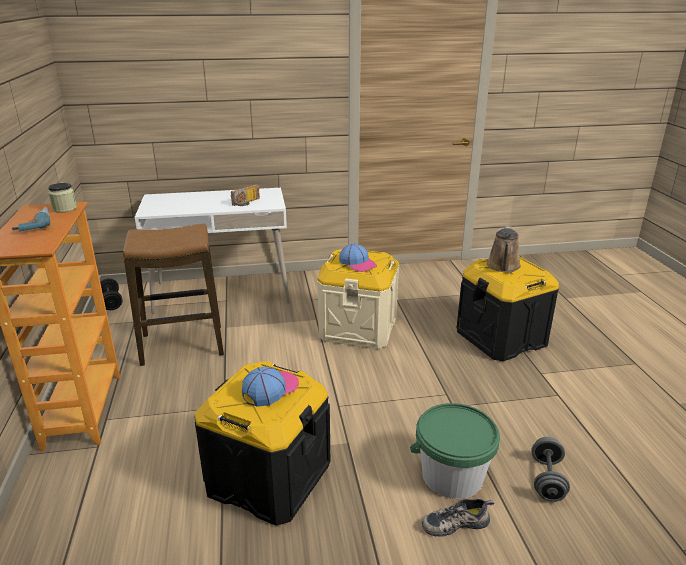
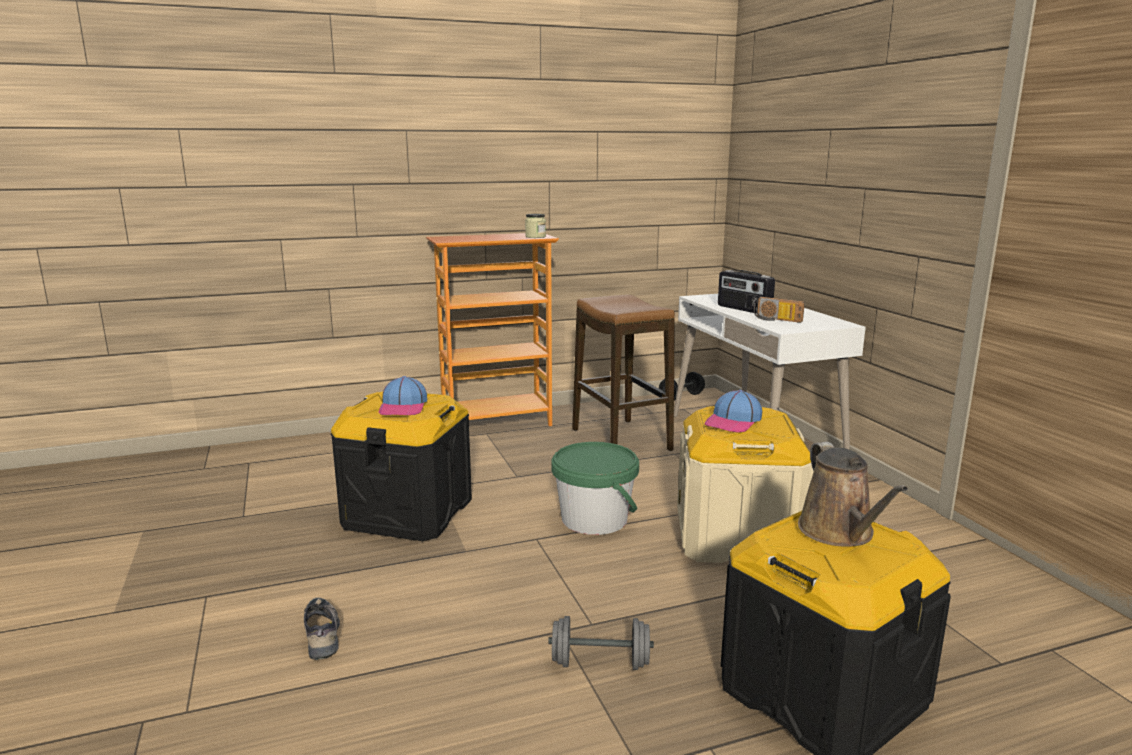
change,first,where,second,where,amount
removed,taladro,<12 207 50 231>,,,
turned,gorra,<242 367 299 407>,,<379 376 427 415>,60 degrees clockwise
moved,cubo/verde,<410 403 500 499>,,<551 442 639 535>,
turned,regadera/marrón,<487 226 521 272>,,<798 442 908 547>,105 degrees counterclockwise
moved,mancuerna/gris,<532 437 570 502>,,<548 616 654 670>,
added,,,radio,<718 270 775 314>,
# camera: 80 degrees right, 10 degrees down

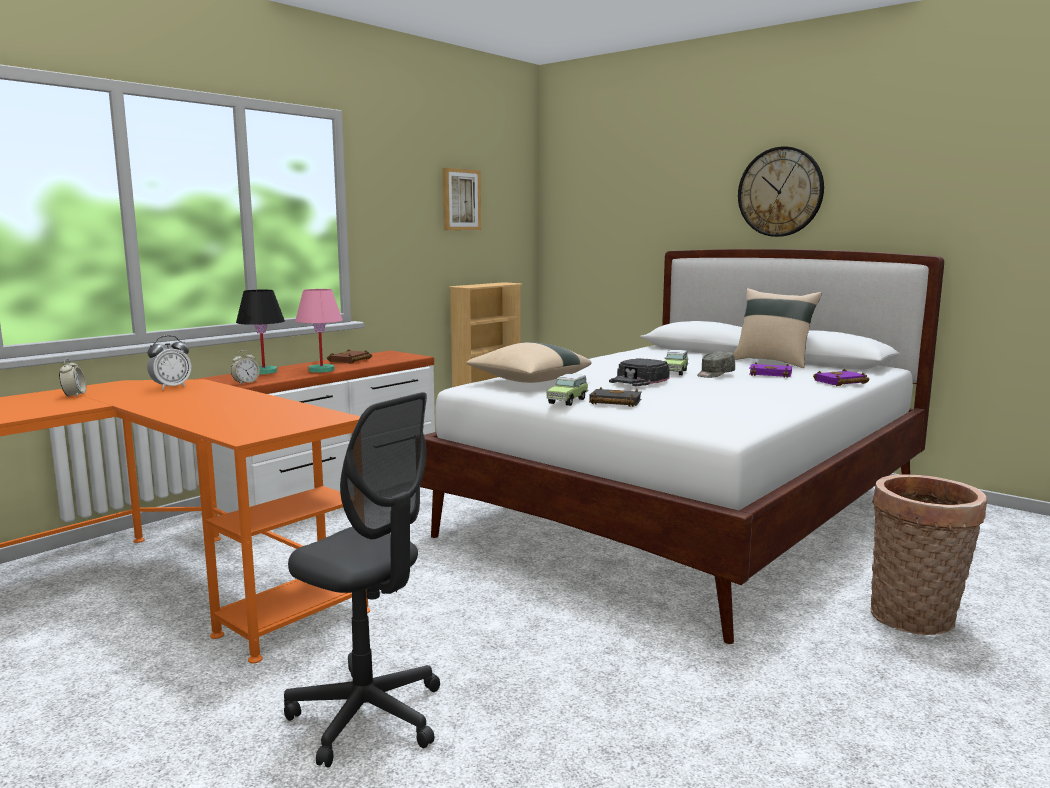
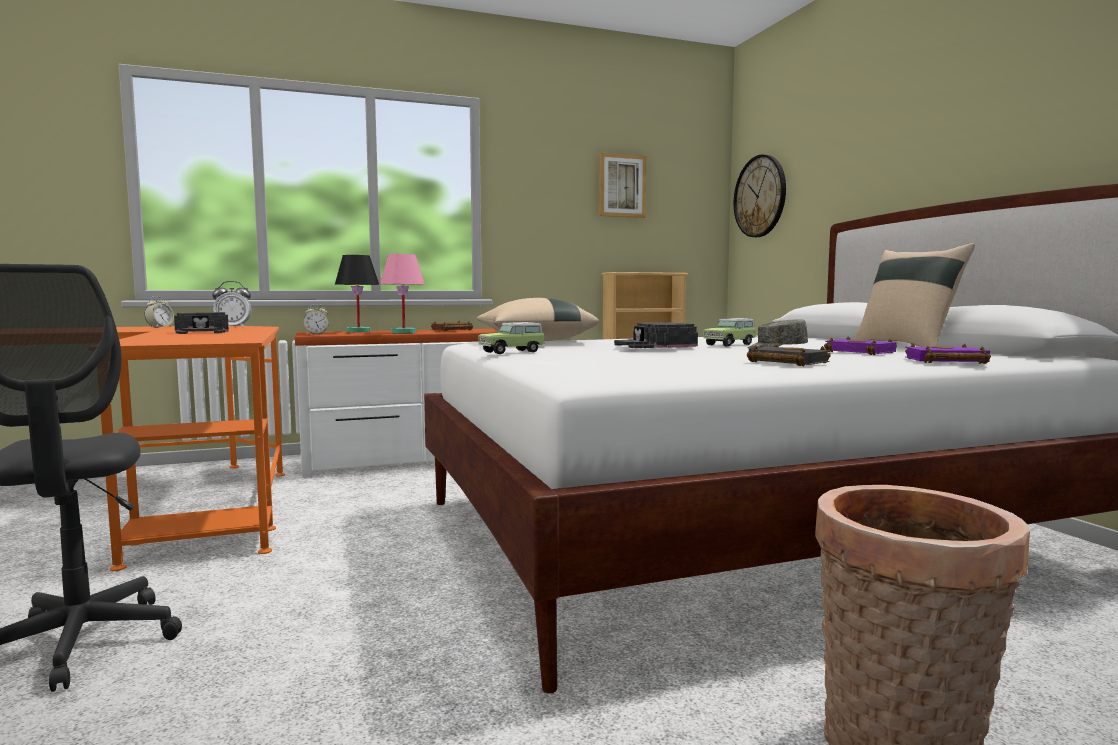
change,first,where,second,where,amount
moved,libro/negro,<589 387 642 407>,,<747 343 831 366>,
moved,reloj de pared,<738 146 824 237>,,<734 155 786 237>,
added,,,gorra/negro,<174 312 229 334>,
# camera: 30 degrees right, 5 degrees down

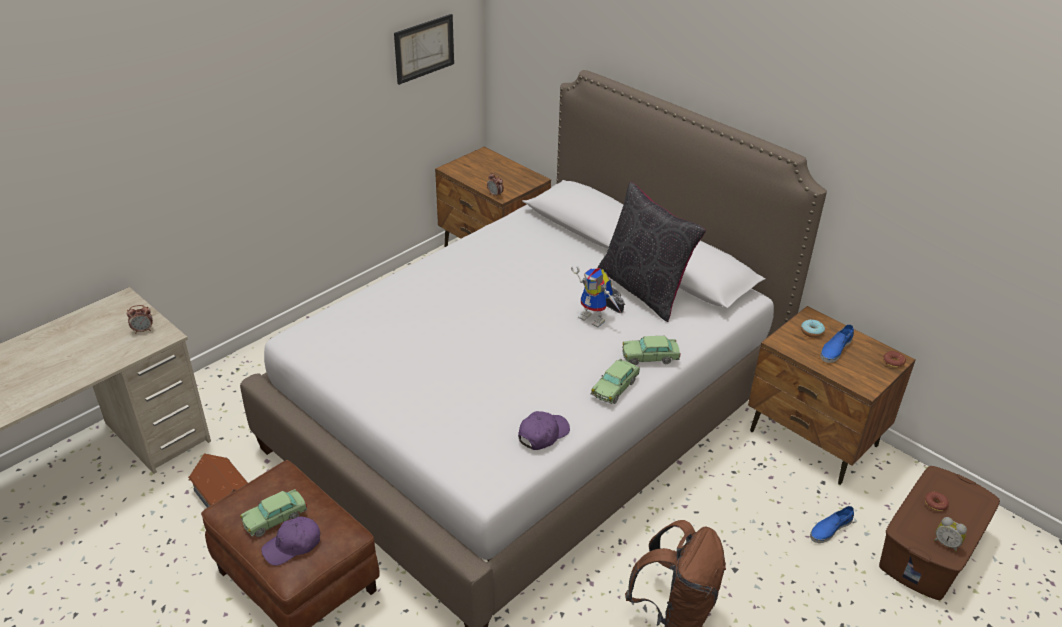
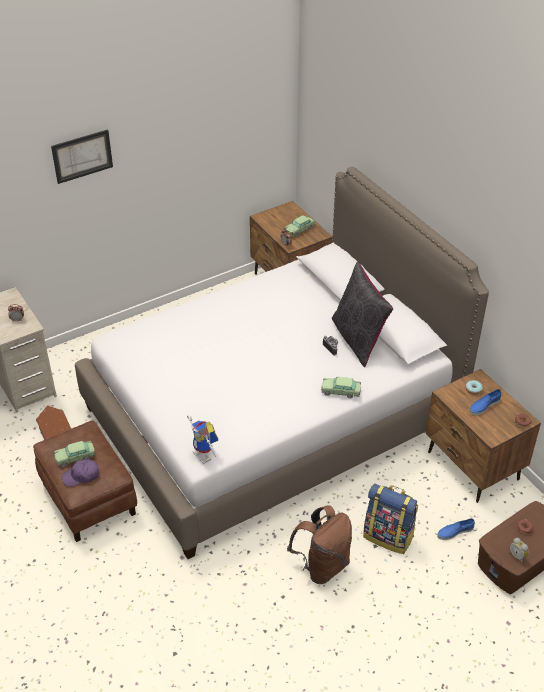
change,first,where,second,where,amount
moved,cuadro,<394 14 454 85>,,<51 129 113 184>,
removed,gorra/morado,<518 411 570 450>,,,
moved,robot de juguete,<571 266 621 327>,,<187 415 218 464>,
moved,coche de juguete,<591 359 640 404>,,<284 215 315 237>,
added,,,mochila,<363 484 418 554>,
# camera: 15 degrees right, 5 degrees up

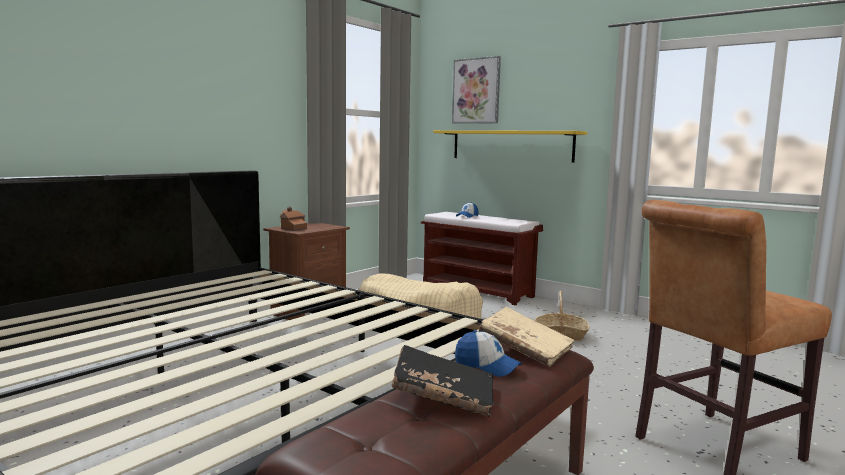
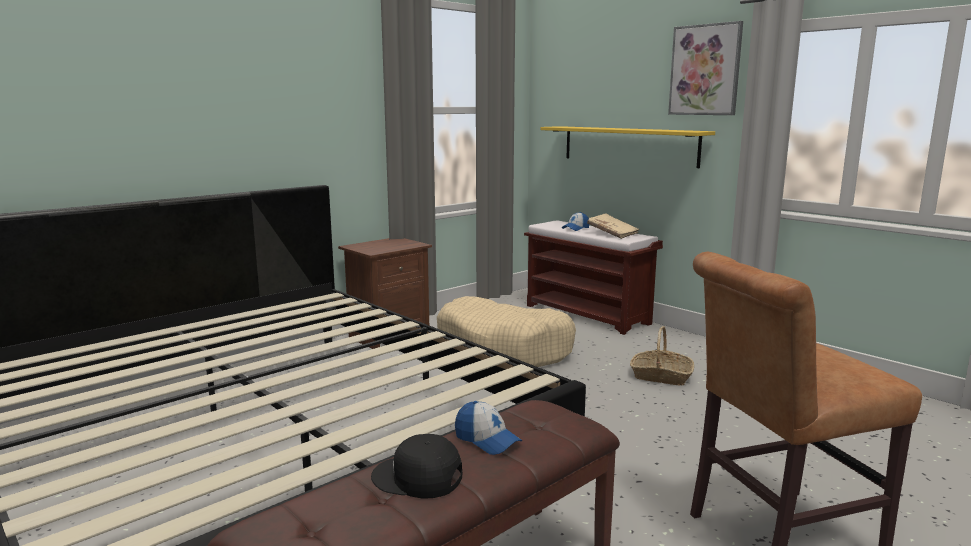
change,first,where,second,where,amount
removed,casita,<280 207 307 231>,,,
replaced,libro/negro,<392 345 494 417>,gorra/negro,<371 434 462 498>,
moved,cuadro,<452 56 501 124>,,<668 21 743 115>,
moved,libro/beis,<479 306 574 367>,,<587 213 639 239>,
# camera: 10 degrees right, 5 degrees up

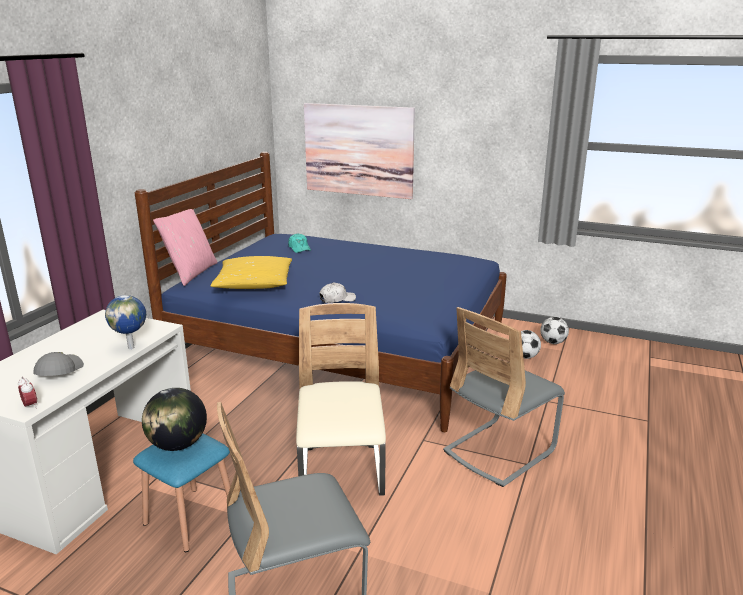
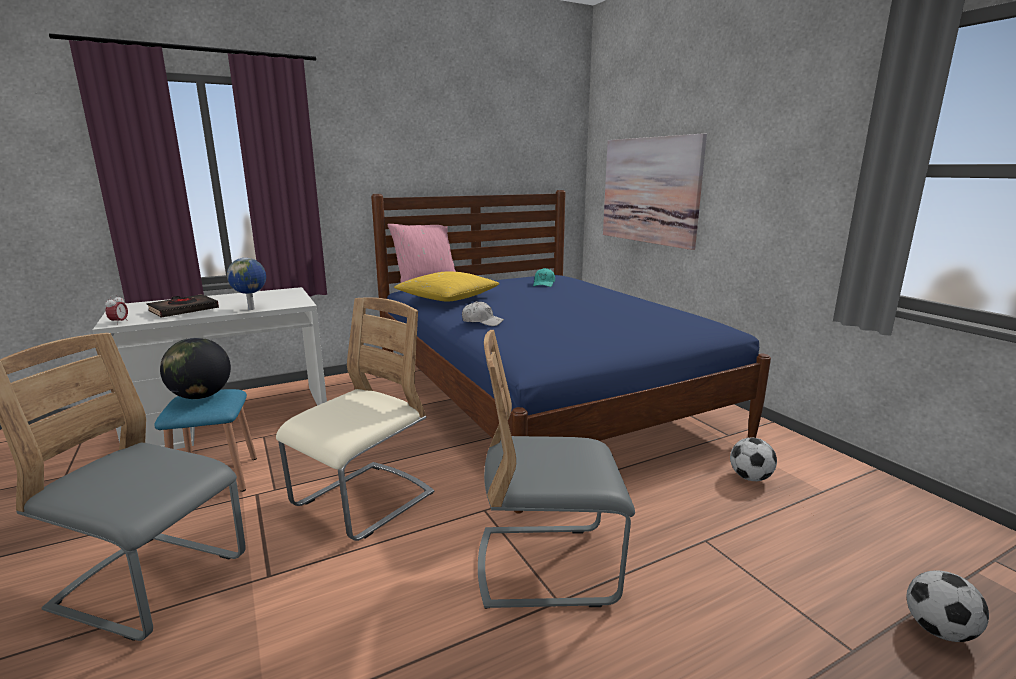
change,first,where,second,where,amount
replaced,gorra/gris,<33 352 84 376>,libro/negro,<147 294 219 318>,
moved,balón de fútbol,<540 317 569 344>,,<906 570 989 642>,
# camera: 40 degrees right, 5 degrees down

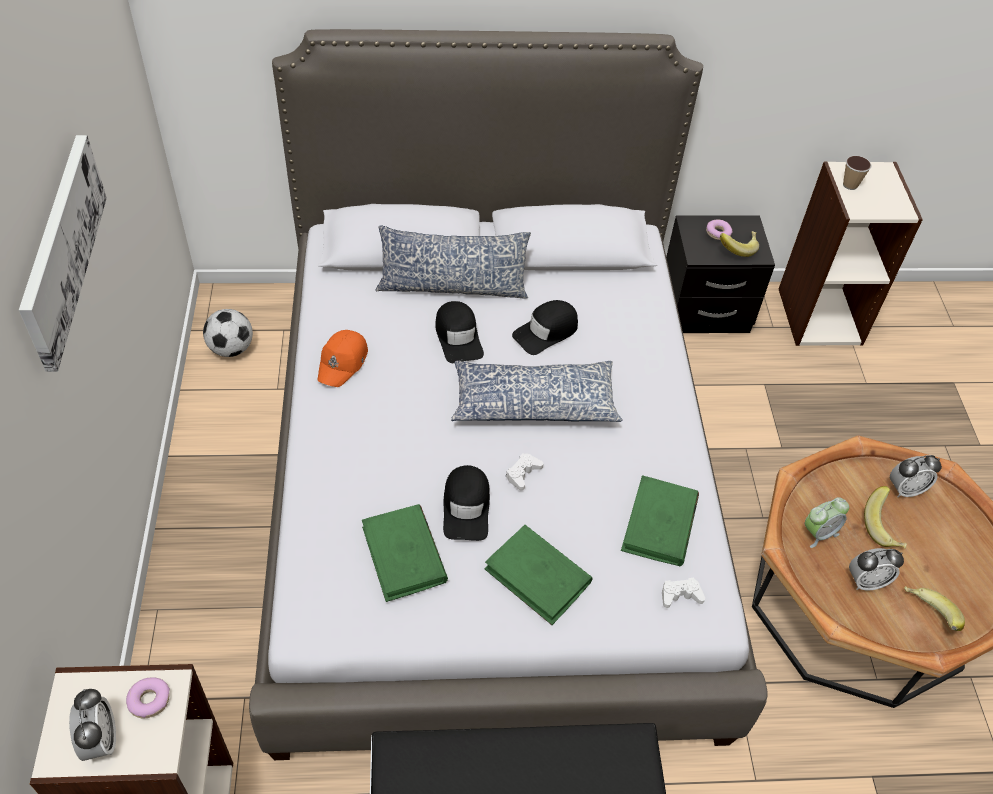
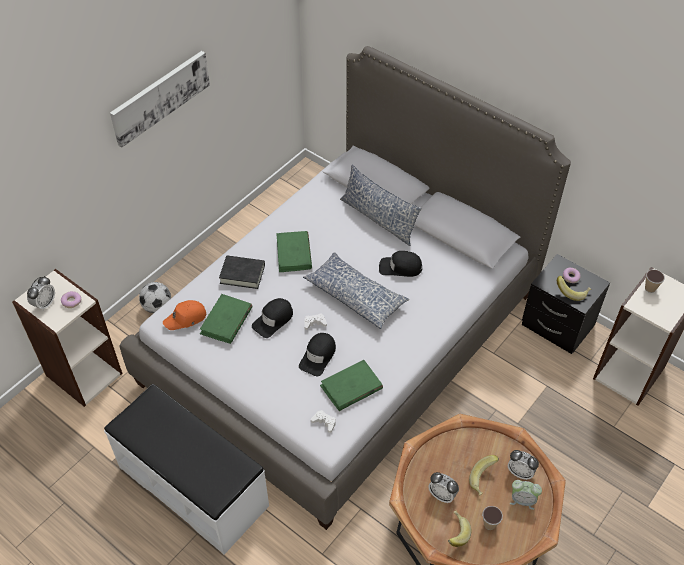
change,first,where,second,where,amount
moved,balón de fútbol,<203 309 253 357>,,<139 282 171 313>,
moved,gorra/naranja,<317 330 368 387>,,<163 300 206 330>,
moved,gorra/negro,<435 301 484 363>,,<299 333 336 376>,
moved,libro/verde,<485 525 593 625>,,<276 231 312 272>,
moved,despertador,<805 497 849 548>,,<510 480 542 510>,
added,,,libro/negro,<219 255 265 289>,
added,,,taza,<482 506 503 530>,
# camera: 45 degrees right, 0 degrees up

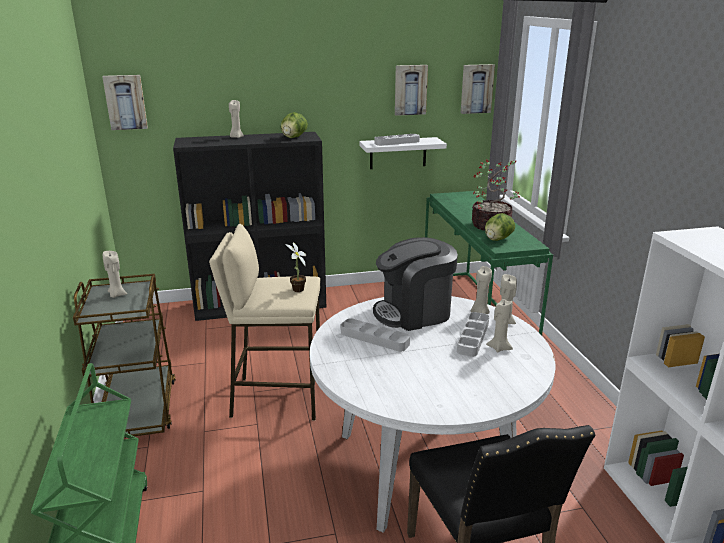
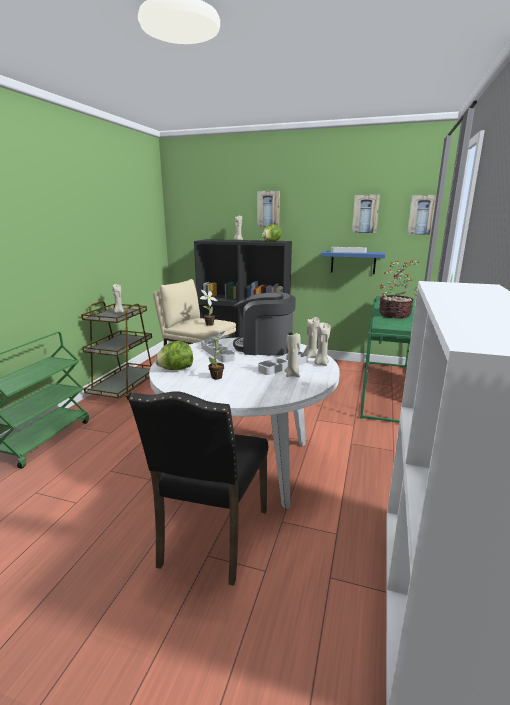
change,first,where,second,where,amount
moved,cuadro,<102 75 148 130>,,<257 191 280 227>,
recoloured,estante/blanco,<359 137 447 169>,estante/azul,<321 251 385 274>,
moved,lechuga,<485 213 515 241>,,<155 341 193 370>,
added,,,planta en maceta,<202 331 229 379>,
# camera: 30 degrees right, 5 degrees down

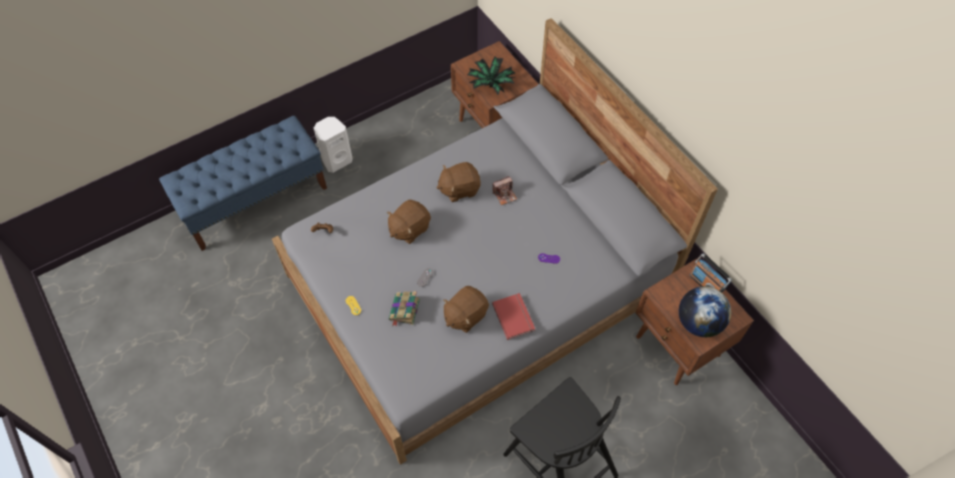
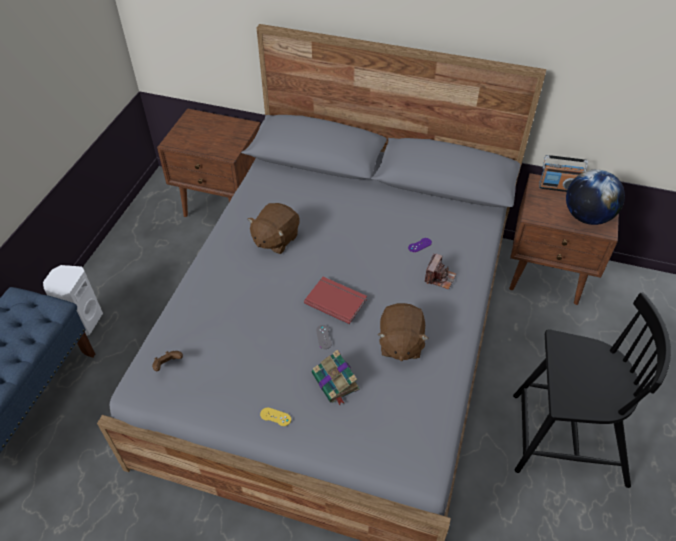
change,first,where,second,where,amount
removed,peluche/marrón,<387 200 431 244>,,,
removed,planta en maceta,<467 56 515 95>,,,
moved,libro/rojo,<492 293 535 340>,,<304 277 367 324>,
moved,cámara,<493 176 517 205>,,<425 253 456 290>,
# camera: 40 degrees left, 10 degrees down

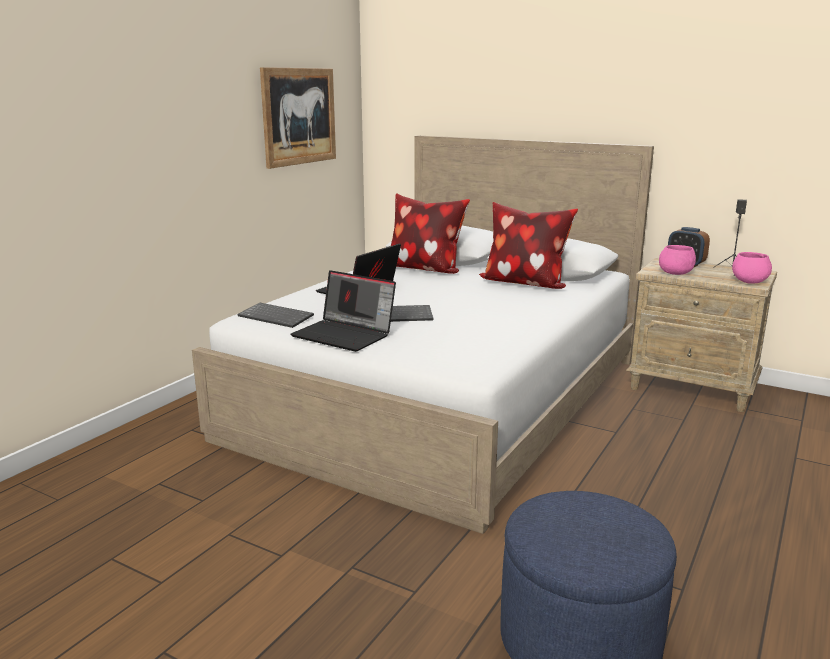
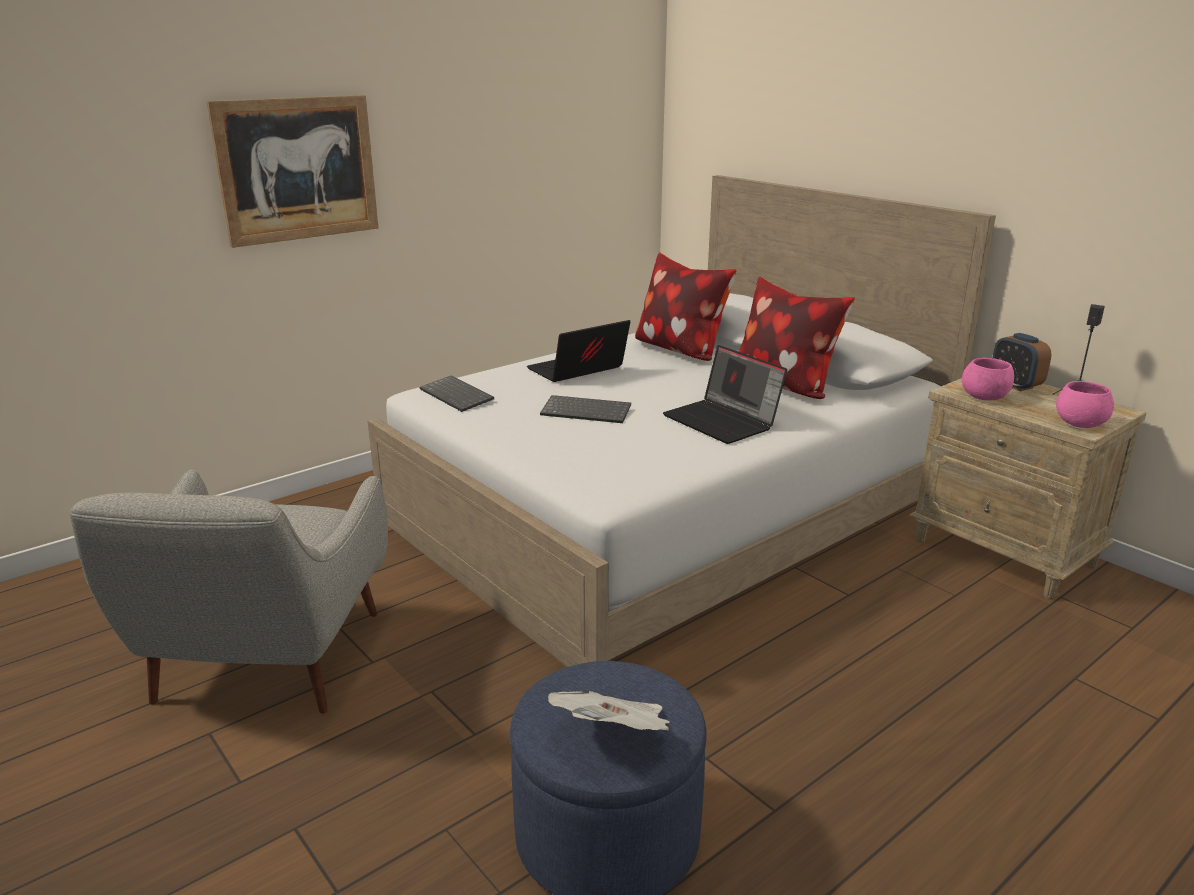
change,first,where,second,where,amount
moved,cuadro,<260 67 336 169>,,<206 95 379 248>,
moved,portátil,<291 270 396 352>,,<663 345 787 444>,
added,,,sillón/gris,<70 470 388 714>,
added,,,periódico,<548 691 670 730>,
# camera: 20 degrees right, 5 degrees up

